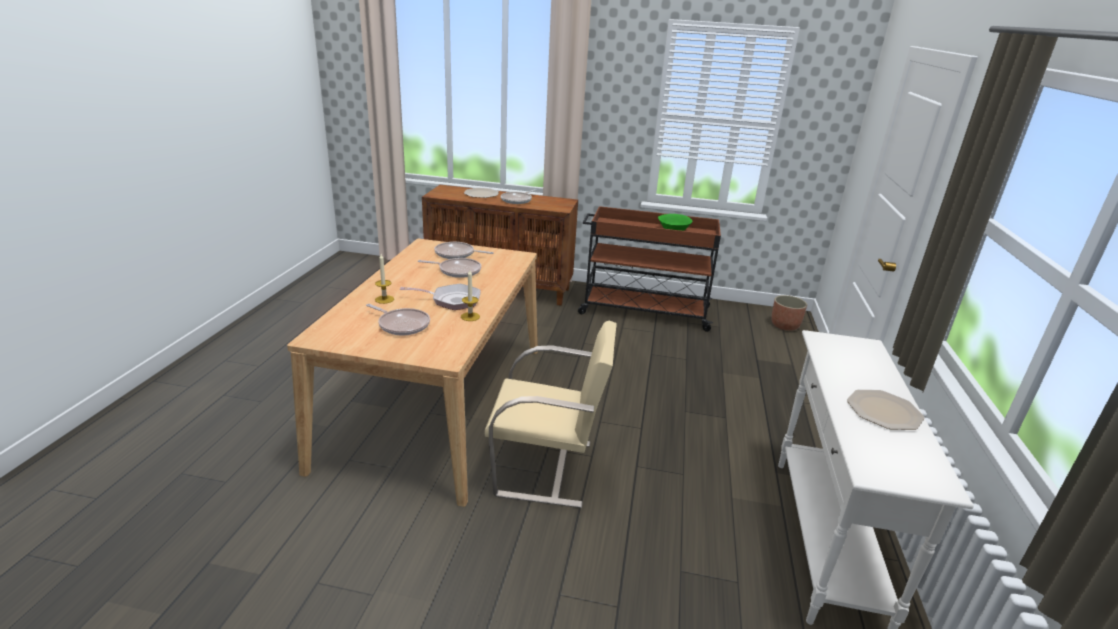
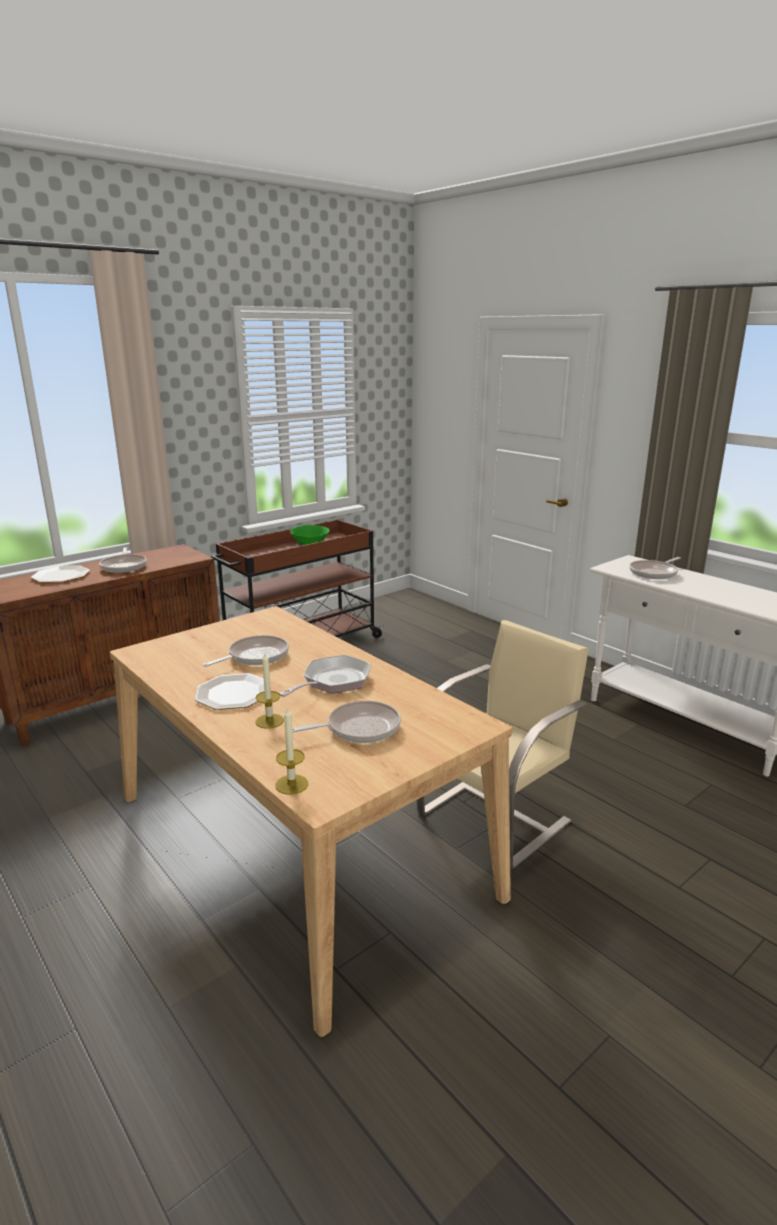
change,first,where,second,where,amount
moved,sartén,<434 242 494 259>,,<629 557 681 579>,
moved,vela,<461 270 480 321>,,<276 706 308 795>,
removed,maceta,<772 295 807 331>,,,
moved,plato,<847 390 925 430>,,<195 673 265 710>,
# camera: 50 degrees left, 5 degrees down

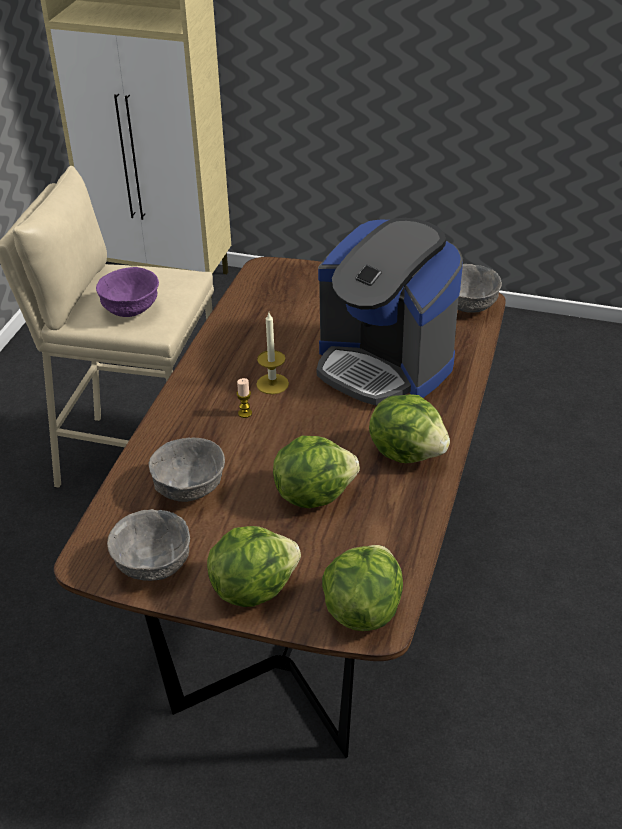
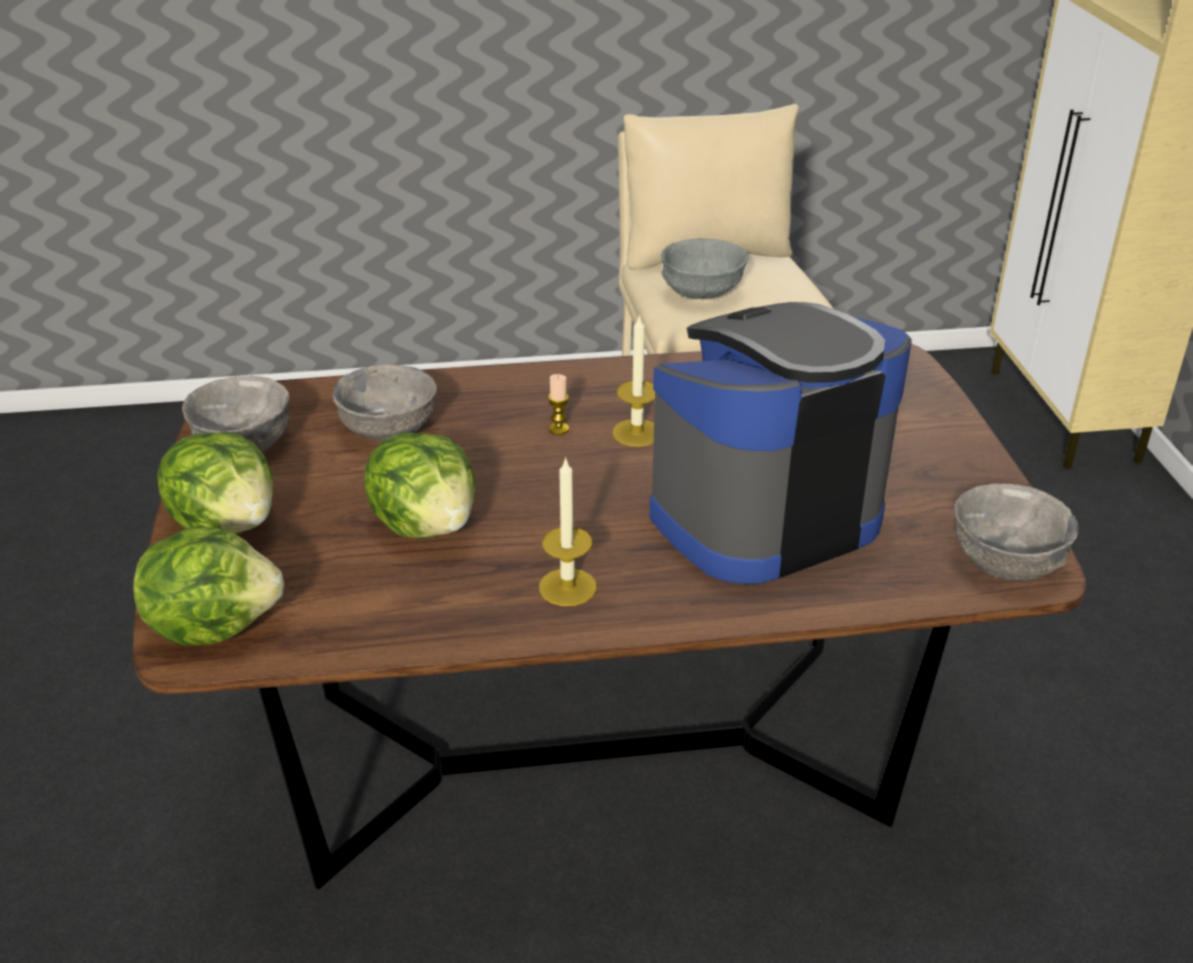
change,first,where,second,where,amount
recoloured,cuenco/morado,<96 267 159 317>,cuenco/gris,<661 238 748 299>,
turned,cafetera,<317 218 463 406>,,<650 302 912 584>,45 degrees clockwise
replaced,lechuga,<369 394 450 463>,vela,<539 457 597 606>,
# camera: 65 degrees right, 5 degrees down

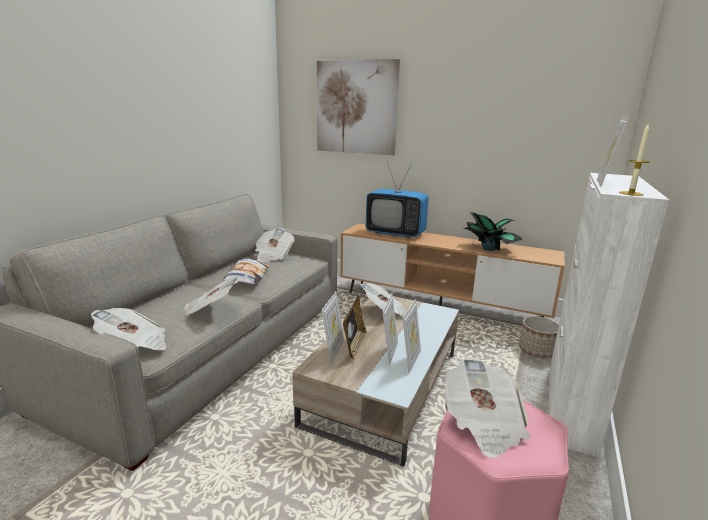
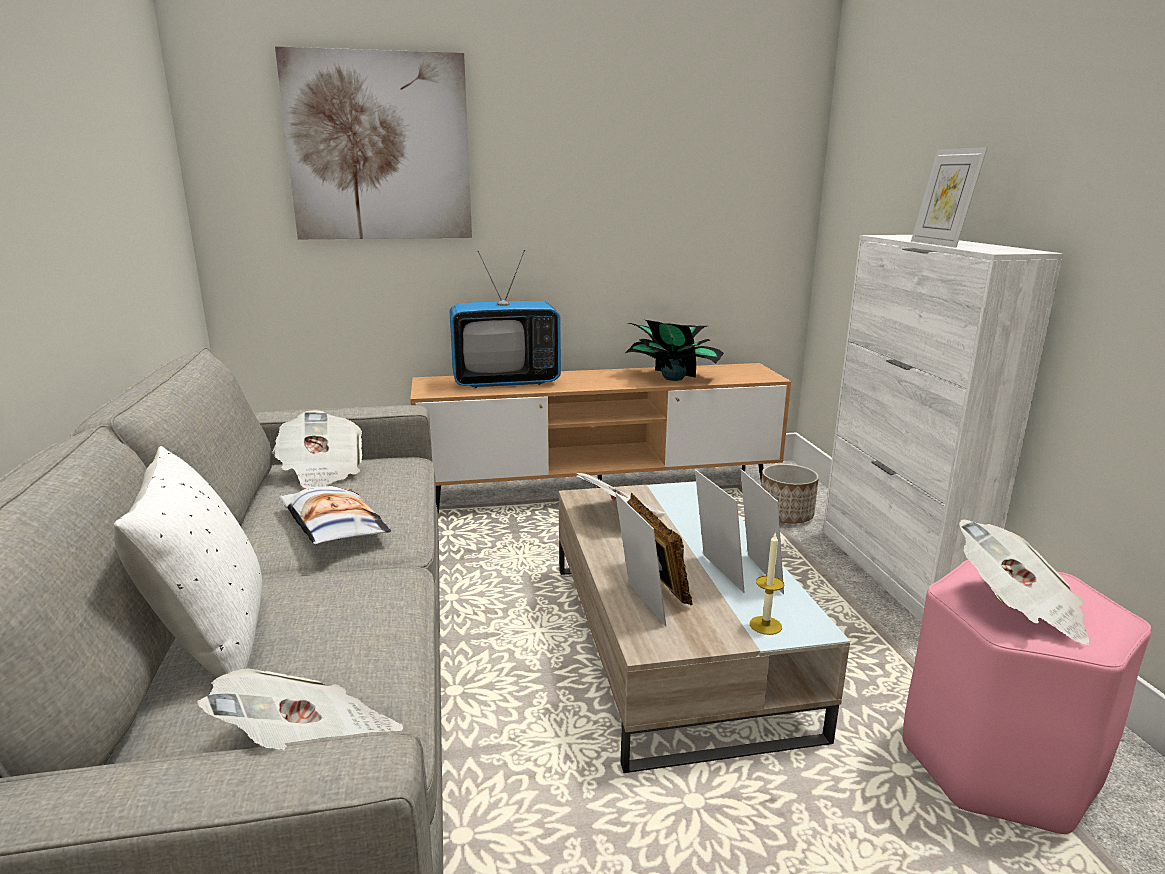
change,first,where,second,where,amount
removed,periódico,<184 277 239 316>,,,
moved,vela,<619 124 650 196>,,<750 532 784 635>,
added,,,cojín/blanco,<114 446 262 678>,
# camera: 35 degrees left, 0 degrees up

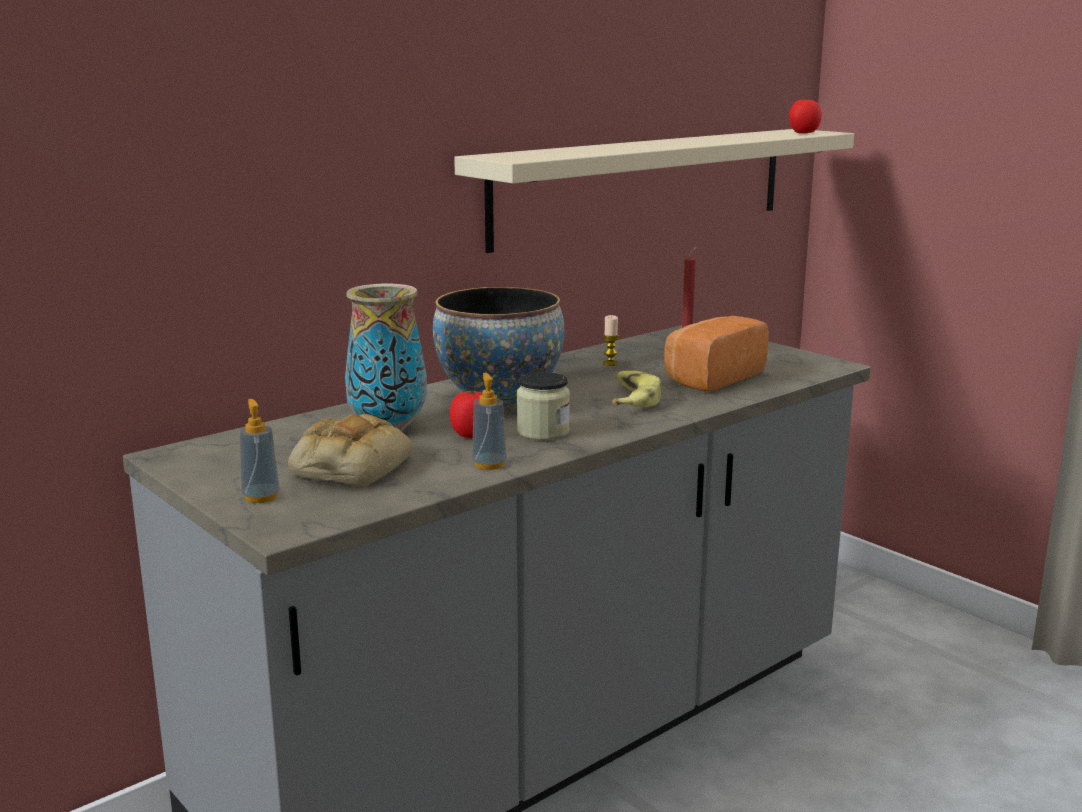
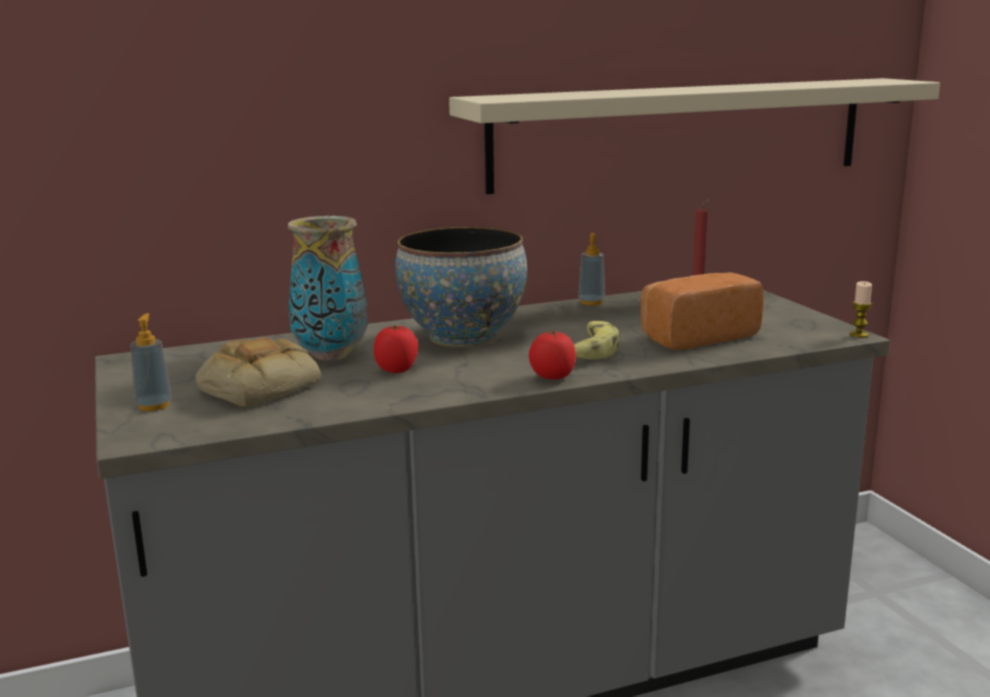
change,first,where,second,where,amount
moved,dispensador de jabón,<472 373 507 470>,,<578 233 605 306>,
removed,tarro,<517 372 570 440>,,,
moved,vela,<602 315 619 366>,,<850 281 872 338>,
moved,tomate,<789 98 822 133>,,<529 331 576 379>,
# camera: 20 degrees right, 0 degrees up

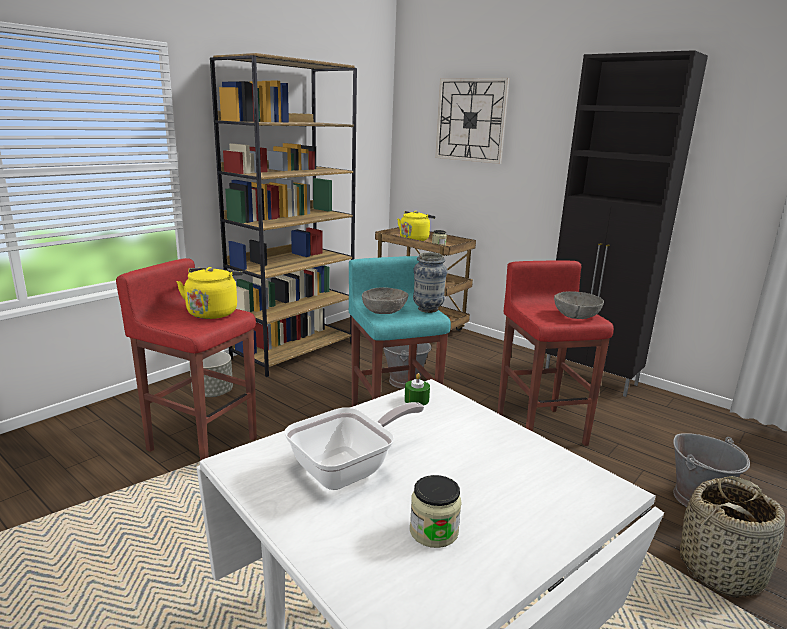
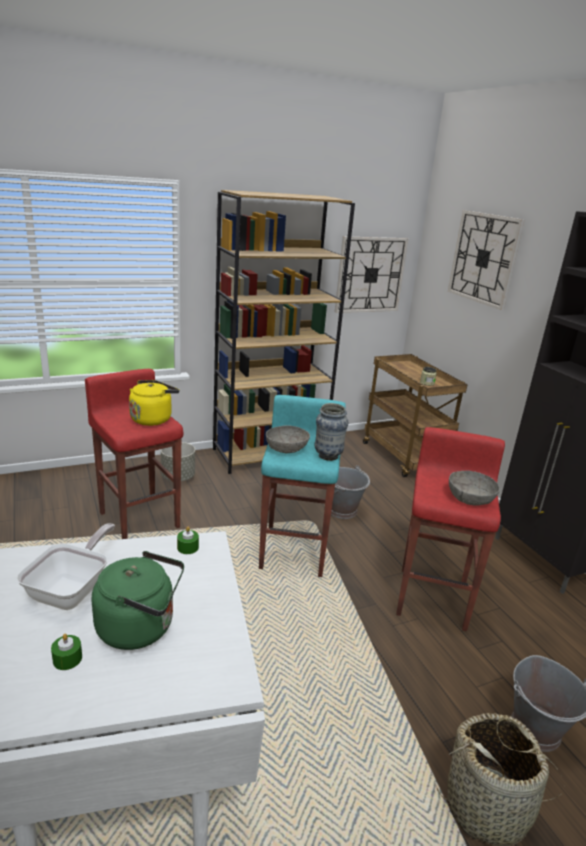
change,first,where,second,where,amount
turned,sartén,<284 402 424 490>,,<16 523 115 610>,60 degrees counterclockwise
removed,hervidor/amarillo,<397 211 435 241>,,,
replaced,tarro,<410 475 461 548>,vela/verde,<51 634 82 670>,
added,,,hervidor/verde,<92 551 184 650>,
added,,,reloj de pared,<335 236 408 313>,
# camera: 25 degrees right, 5 degrees up

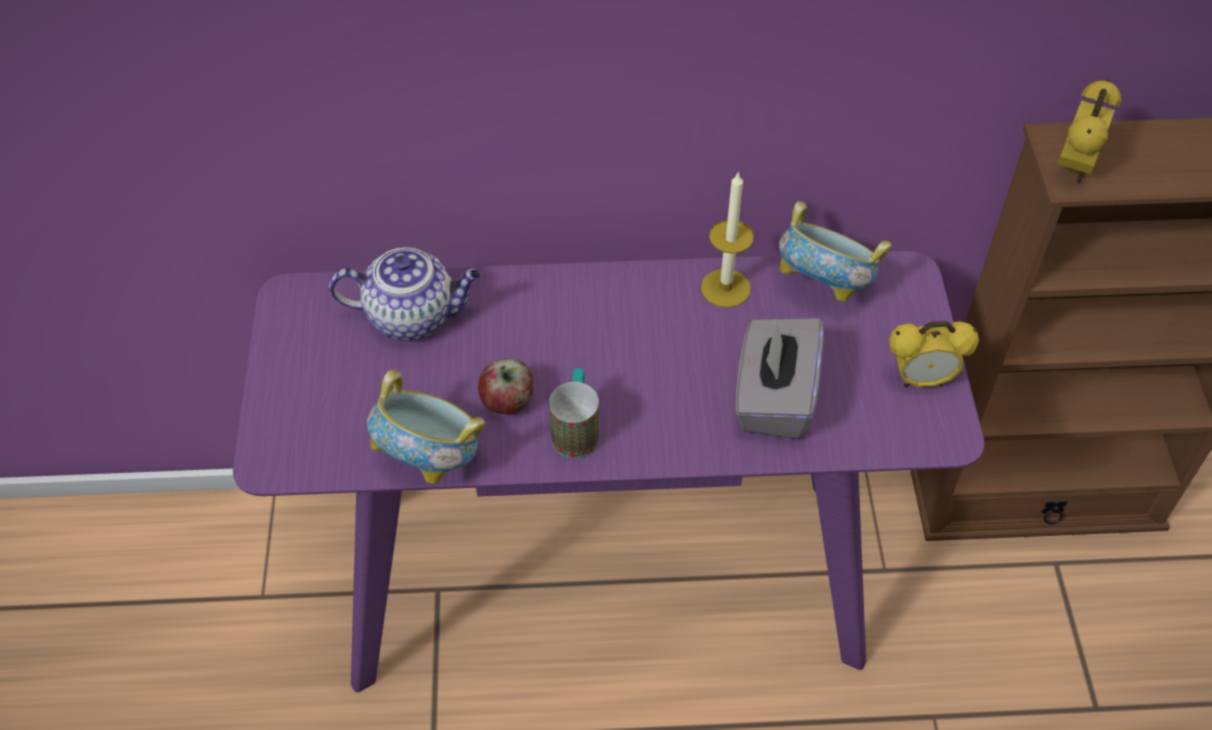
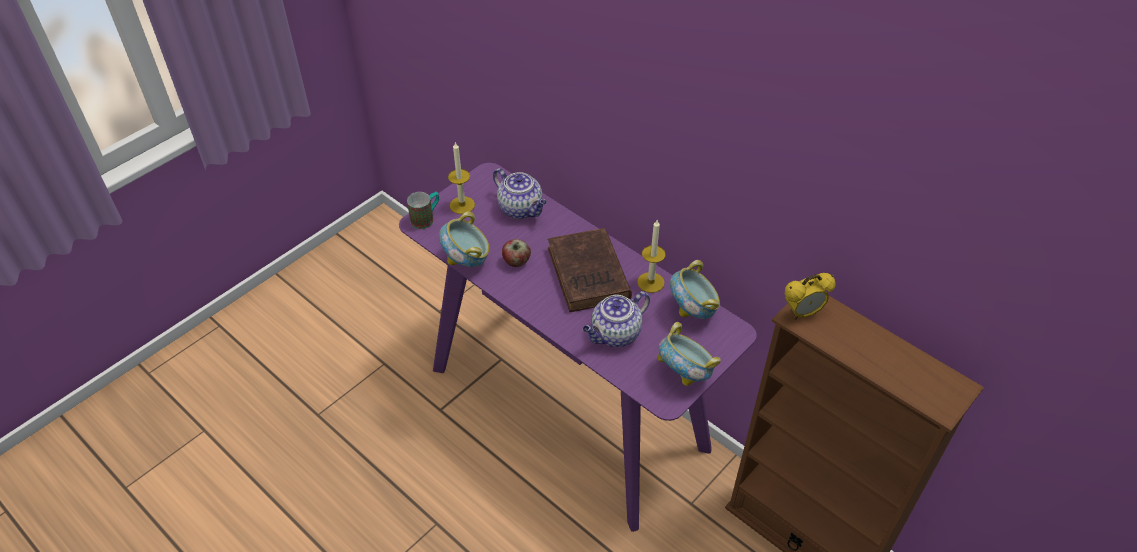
change,first,where,second,where,amount
moved,taza grande,<549 368 599 458>,,<407 192 439 229>,
replaced,caja de pañuelos/gris,<736 318 824 439>,tetera,<583 291 650 347>,
replaced,despertador,<889 321 979 387>,cuenco,<657 322 721 386>,
added,,,vela,<448 142 475 214>,
added,,,libro/marrón,<548 228 632 312>,
# camera: 45 degrees right, 5 degrees down

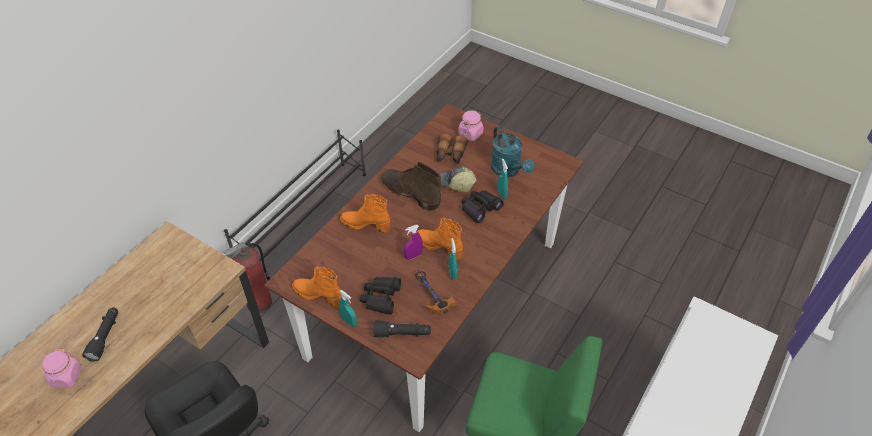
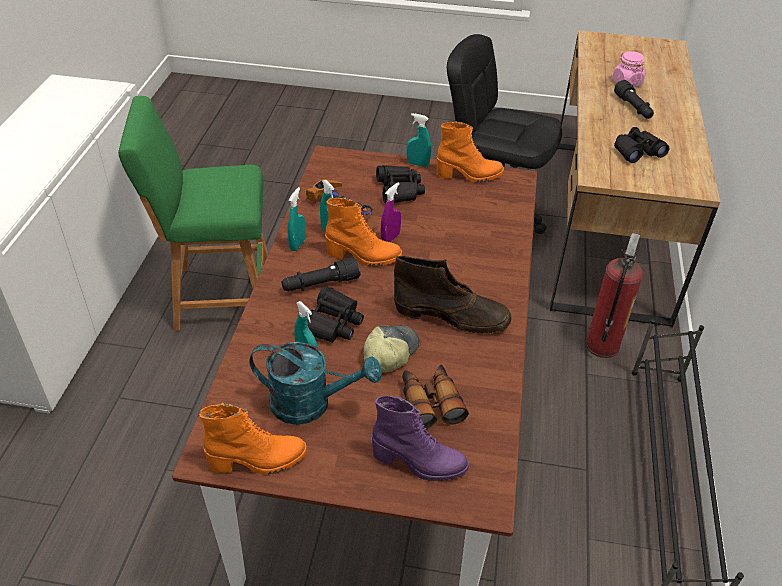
change,first,where,second,where,amount
moved,bota/naranja,<340 194 390 232>,,<199 403 307 475>,
moved,linterna/negro,<373 321 431 337>,,<282 257 360 291>,
turned,gorra,<439 166 477 192>,,<364 325 420 373>,60 degrees counterclockwise
replaced,tarro/rosa,<458 111 484 141>,bota/morado,<372 396 469 481>,
turned,regadera/turquesa,<491 126 535 177>,,<249 342 382 425>,150 degrees clockwise
added,,,pulverizador/turquesa,<287 187 306 251>,
added,,,prismáticos/negro,<614 127 669 163>,
# camera: 155 degrees right, 5 degrees down

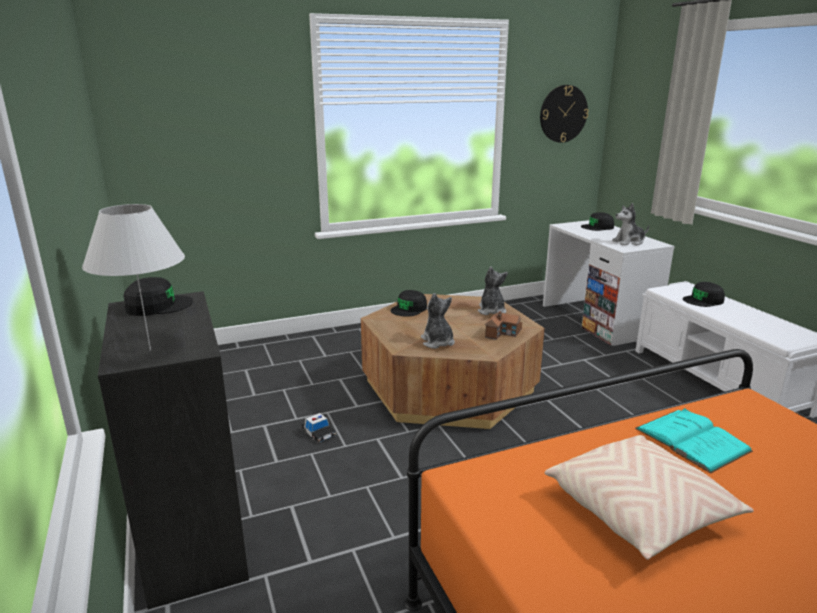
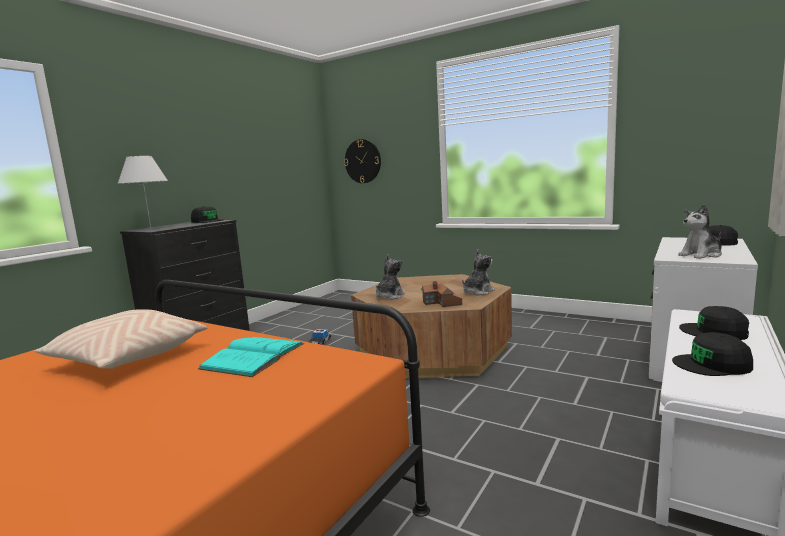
change,first,where,second,where,amount
moved,gorra/negro,<391 290 427 317>,,<672 332 753 376>,
moved,reloj de pared,<540 85 589 143>,,<344 139 381 183>,
turned,peluche,<612 203 649 245>,,<678 204 722 259>,60 degrees counterclockwise
# camera: 55 degrees right, 10 degrees down

